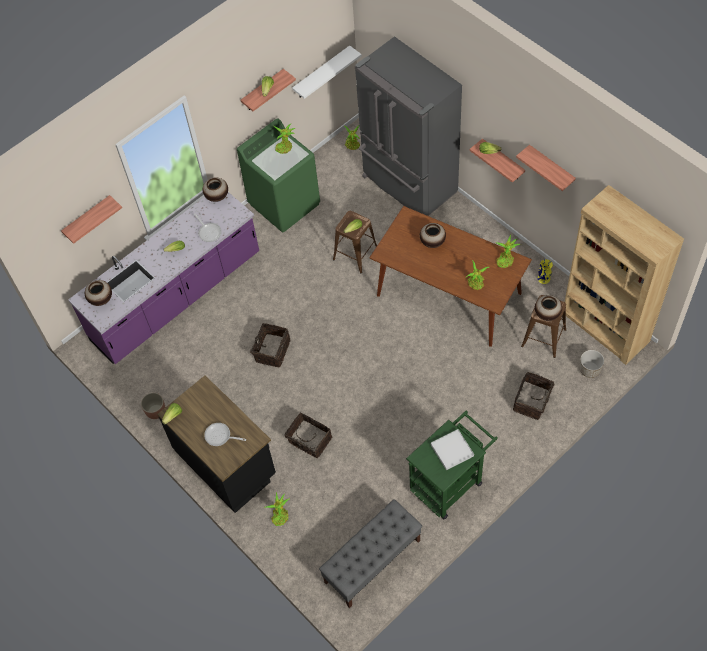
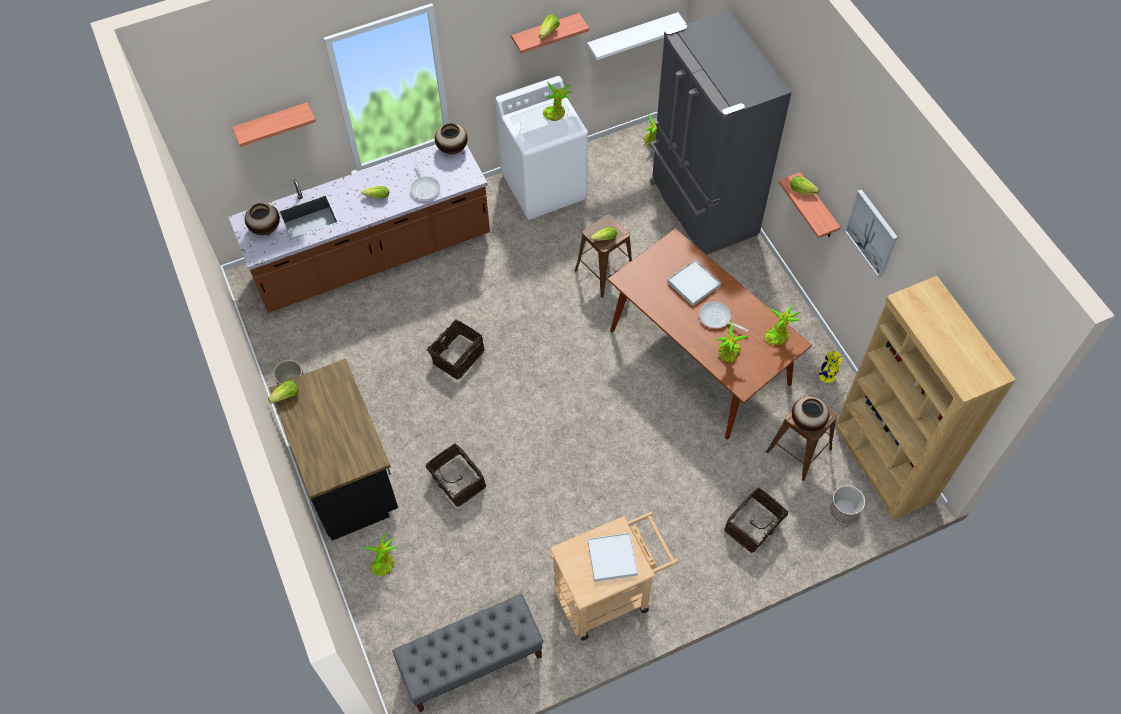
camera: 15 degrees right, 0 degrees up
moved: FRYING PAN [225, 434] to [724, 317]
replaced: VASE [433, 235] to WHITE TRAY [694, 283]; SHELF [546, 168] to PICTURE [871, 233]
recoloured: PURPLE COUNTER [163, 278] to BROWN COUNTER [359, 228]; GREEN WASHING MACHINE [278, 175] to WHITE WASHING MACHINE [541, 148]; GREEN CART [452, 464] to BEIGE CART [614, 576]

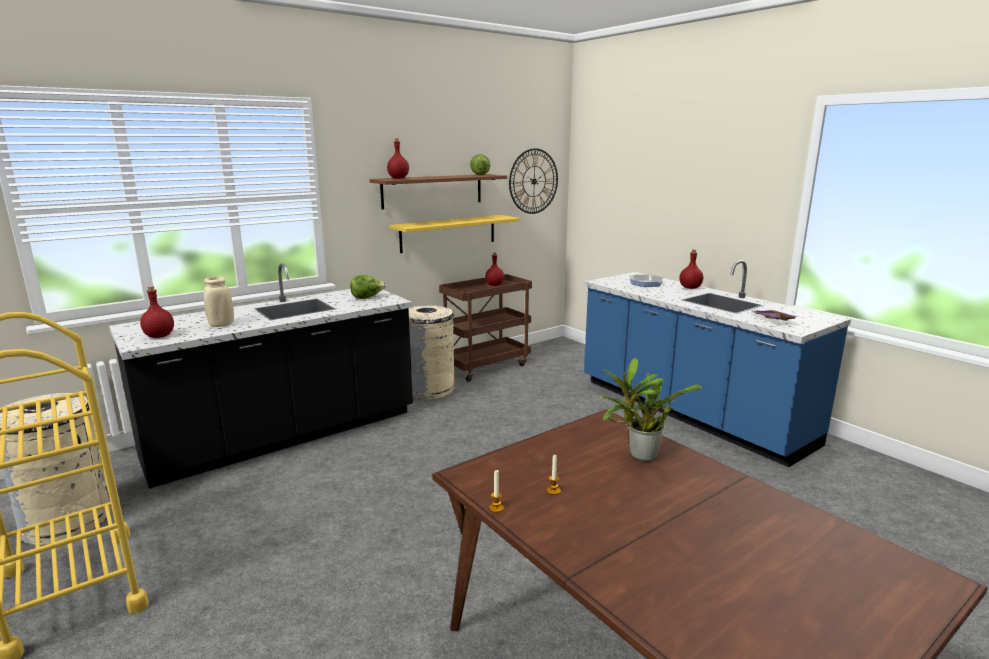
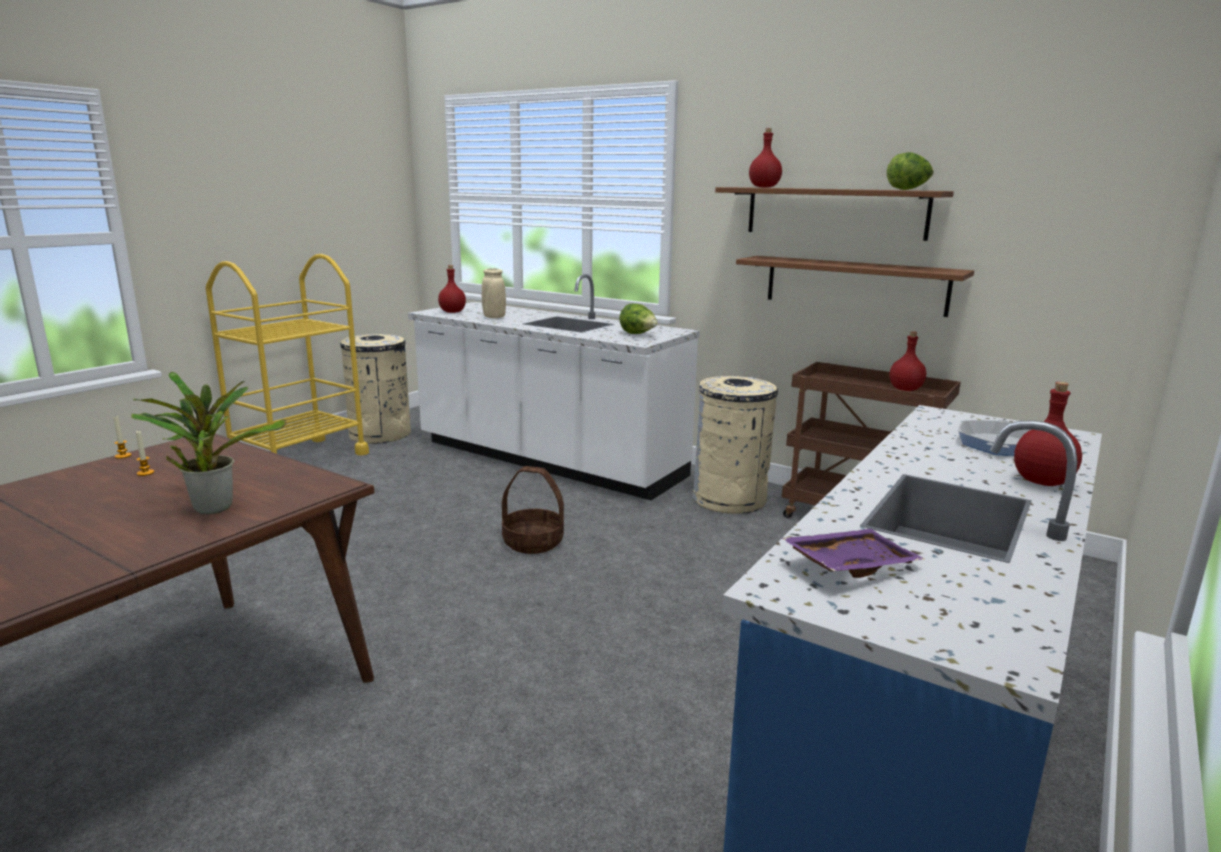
camera: 70 degrees right, 0 degrees up
removed: WALL CLOCK [533, 181]
added: BASKET [533, 510]
recoloured: BLACK COUNTER [261, 376] to WHITE COUNTER [554, 387]; YELLOW SHELF [454, 234] to BROWN SHELF [855, 286]

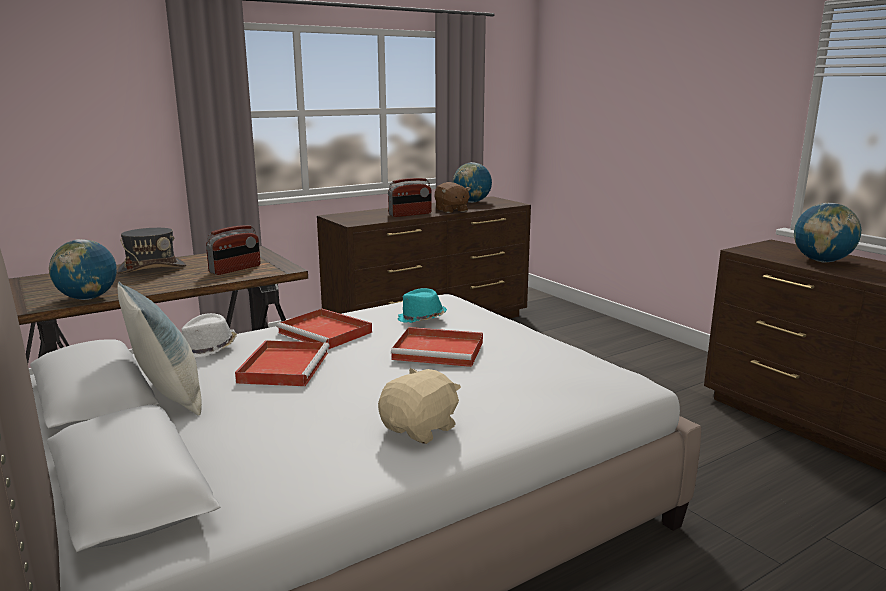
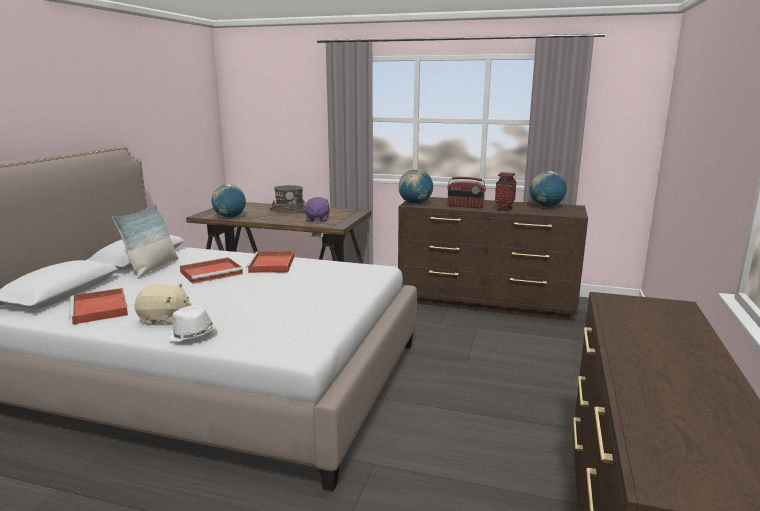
camera: 50 degrees right, 0 degrees up
removed: TURQUOISE HAT [422, 305]
moved: WHITE HAT [209, 335] to [192, 323]; RED TRAY [437, 347] to [98, 306]; GLOBE [827, 232] to [415, 186]
replaced: RADIO [233, 250] to PURPLE PLUSH TOY [316, 209]; BROWN PLUSH TOY [452, 197] to VASE [505, 191]

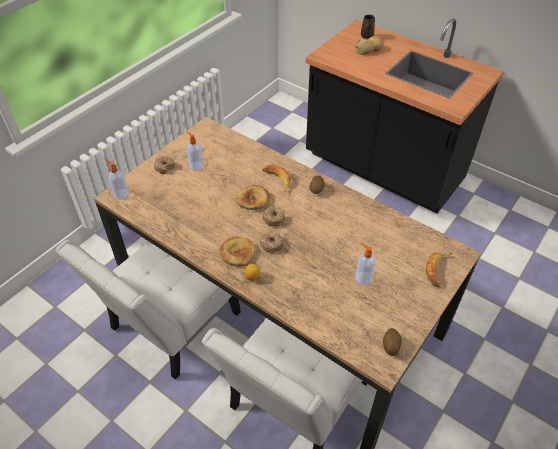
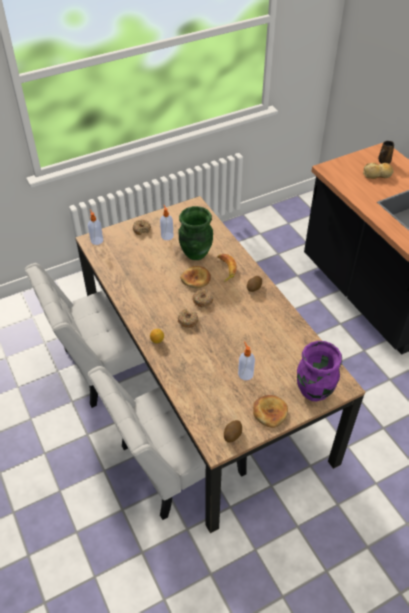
camera: 25 degrees right, 0 degrees up
added: GREEN VASE [196, 233]
moved: BREAD [237, 252] to [270, 411]
replaced: BANANA [439, 270] to PURPLE VASE [319, 371]

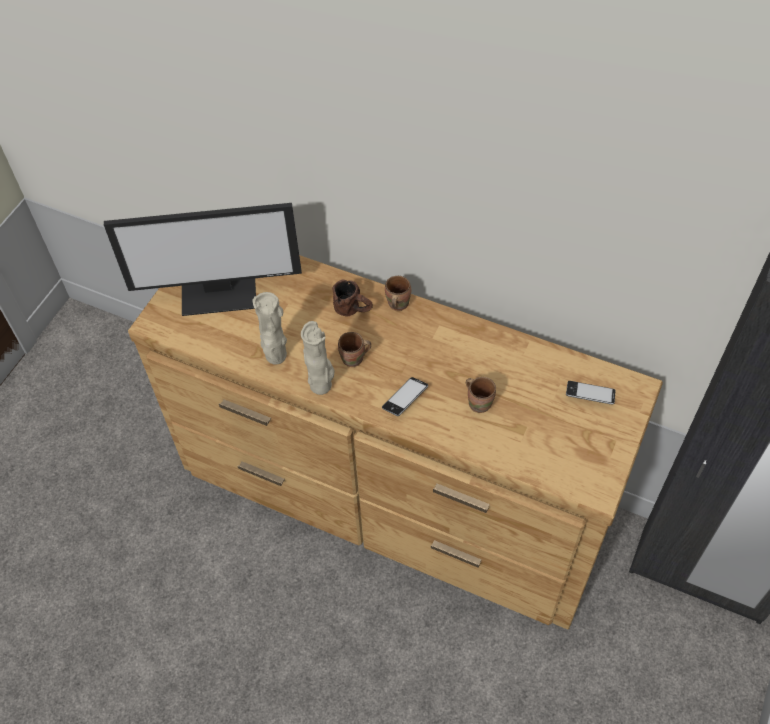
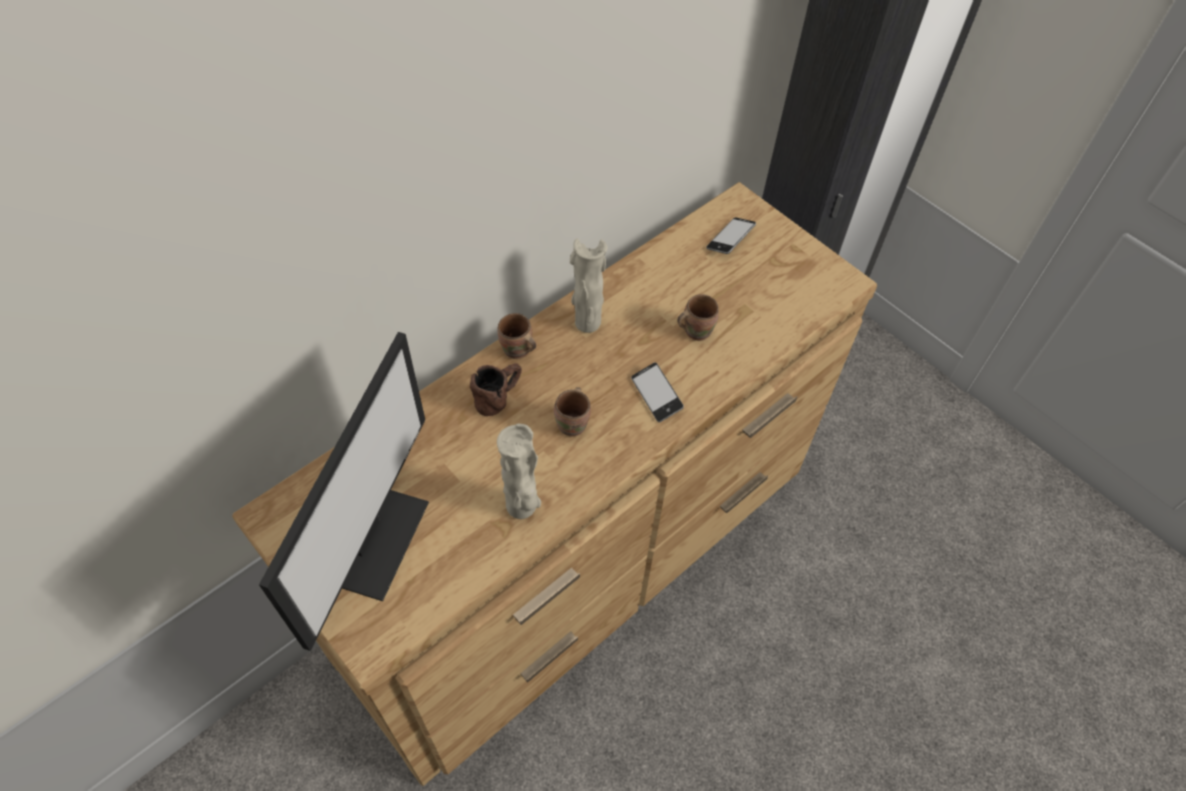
camera: 70 degrees left, 0 degrees up
moved: BEIGE VASE [317, 358] to [589, 285]

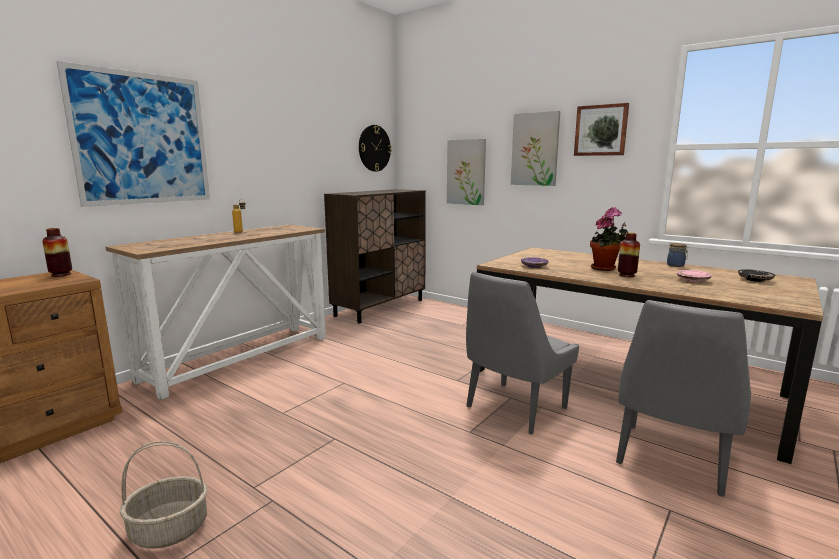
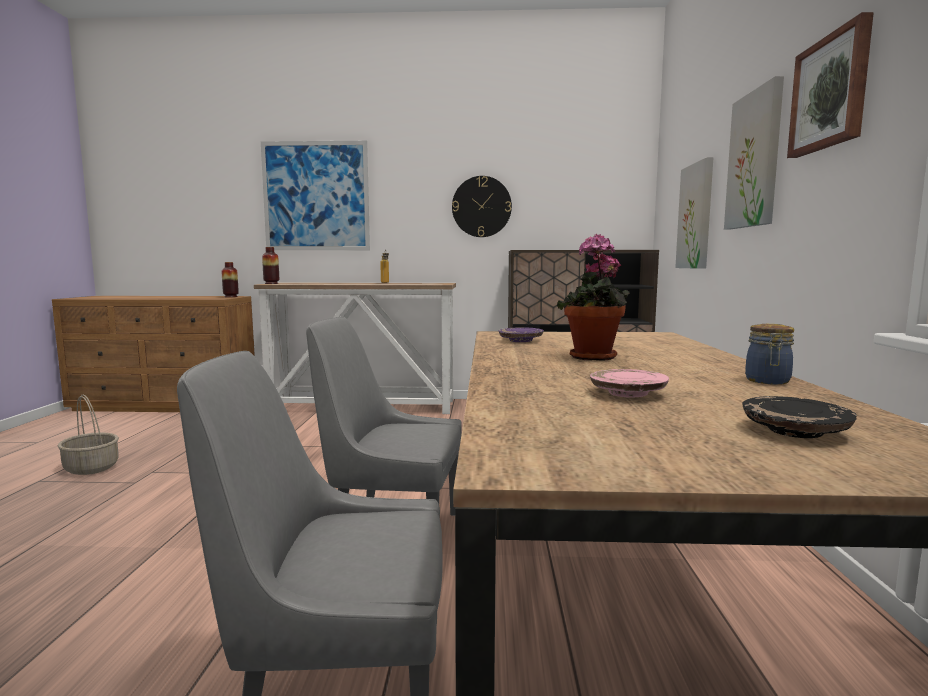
camera: 55 degrees right, 5 degrees down
moved: WALL CLOCK [375, 148] to [482, 206]; VASE [629, 255] to [270, 265]

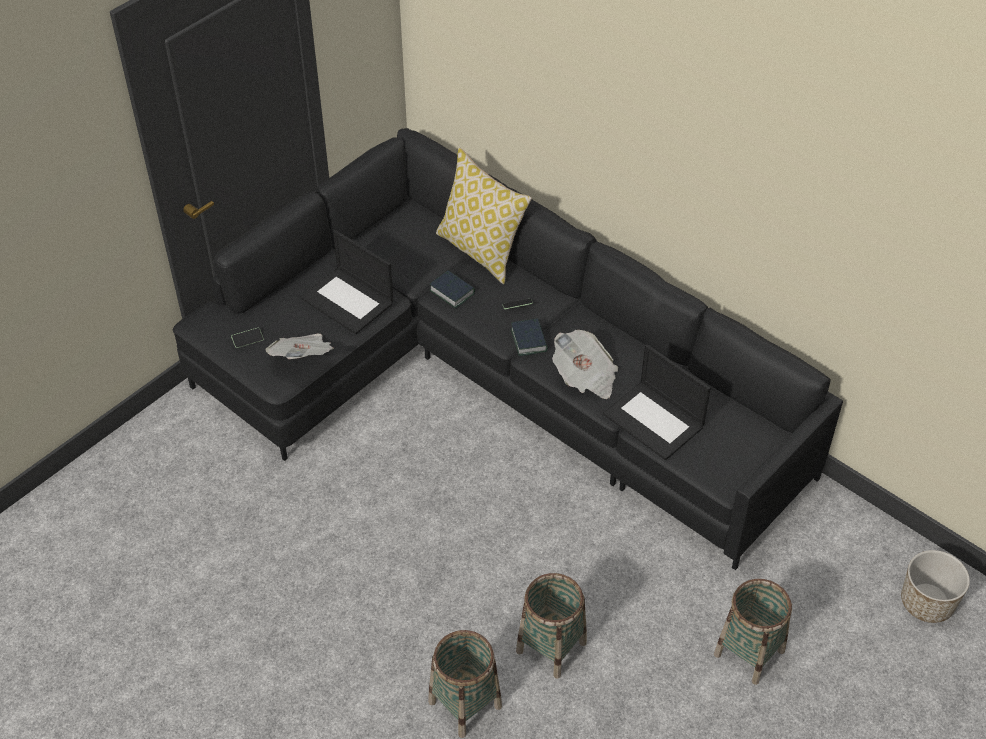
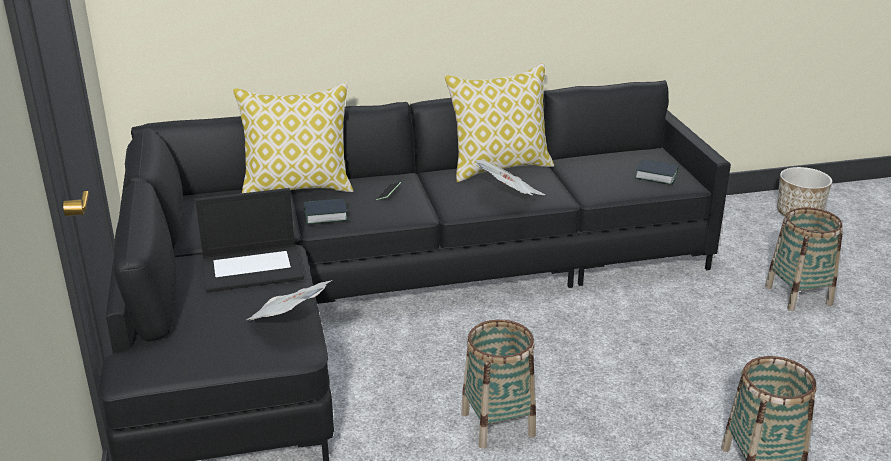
camera: 55 degrees left, 20 degrees down
removed: PHONE [247, 338]; LAPTOP [657, 402]
added: PILLOW [499, 122]
moved: BOOK [529, 337] to [657, 172]; BASKET [551, 626] to [498, 384]

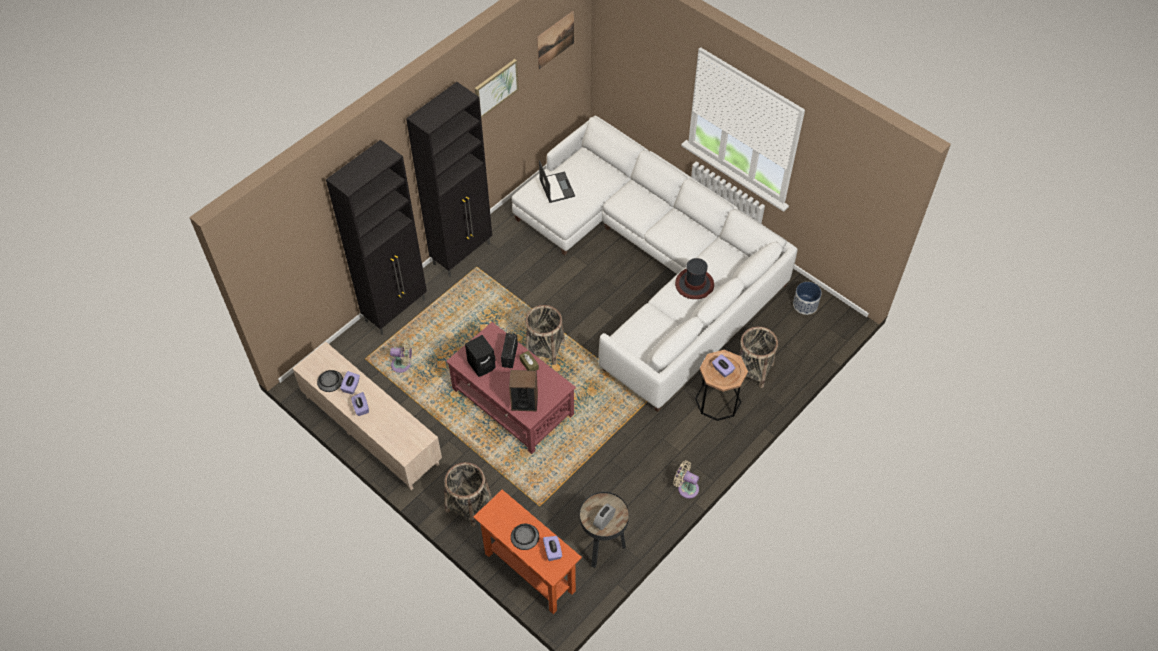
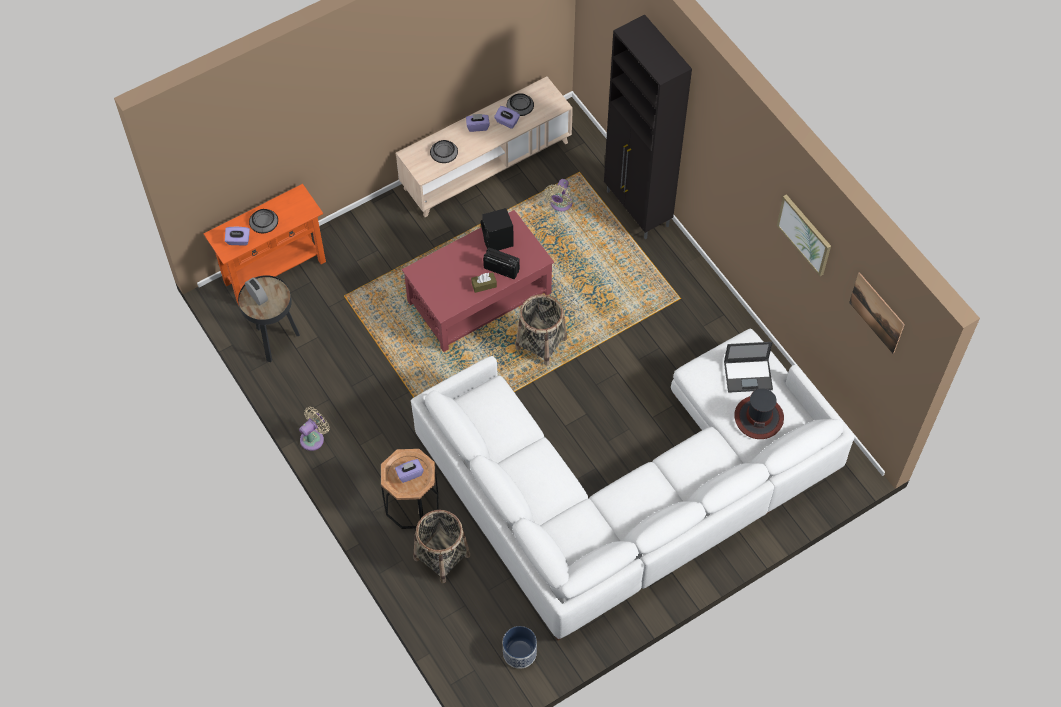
camera: 105 degrees right, 5 degrees up
removed: BLACK CABINET [449, 179]; BASKET [468, 494]; SPEAKER [523, 390]
added: BOWL [444, 151]
moved: HAT [694, 278] to [759, 413]

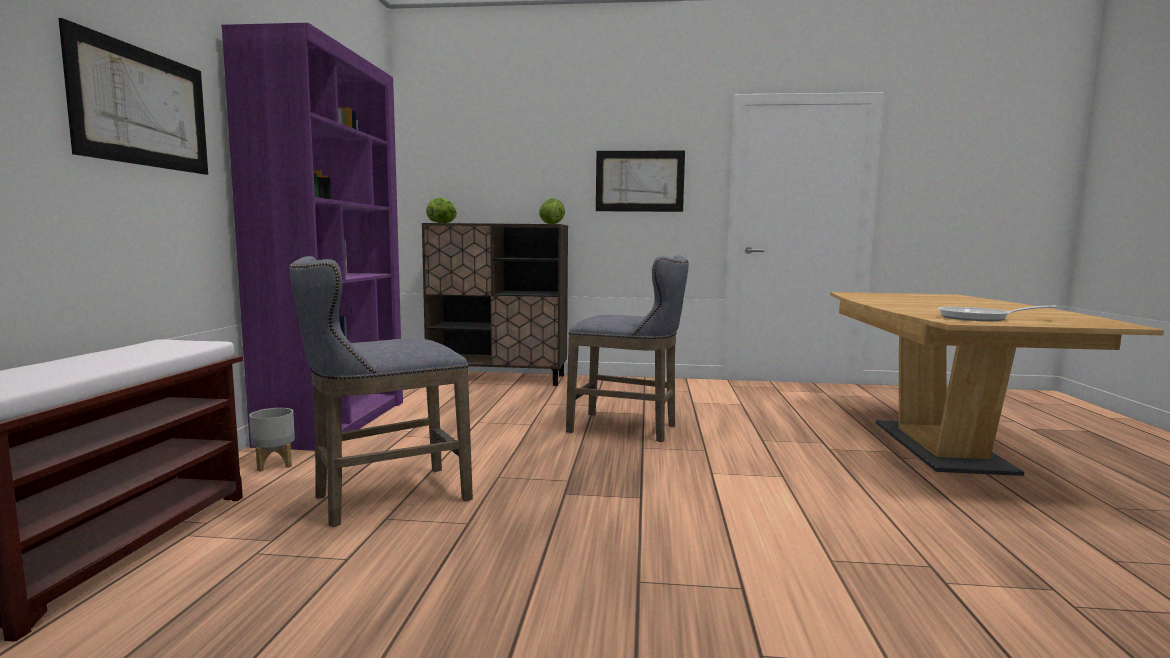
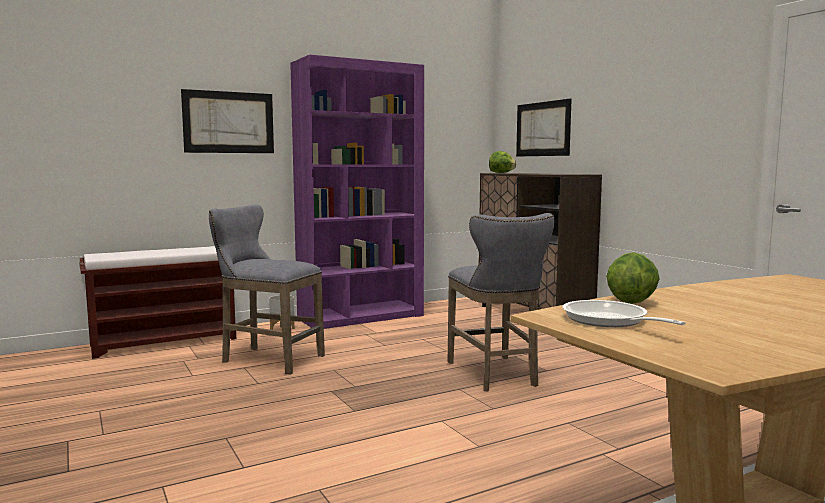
camera: 55 degrees right, 0 degrees up
moved: LETTUCE [552, 211] to [633, 278]; PICTURE [640, 181] to [544, 128]

